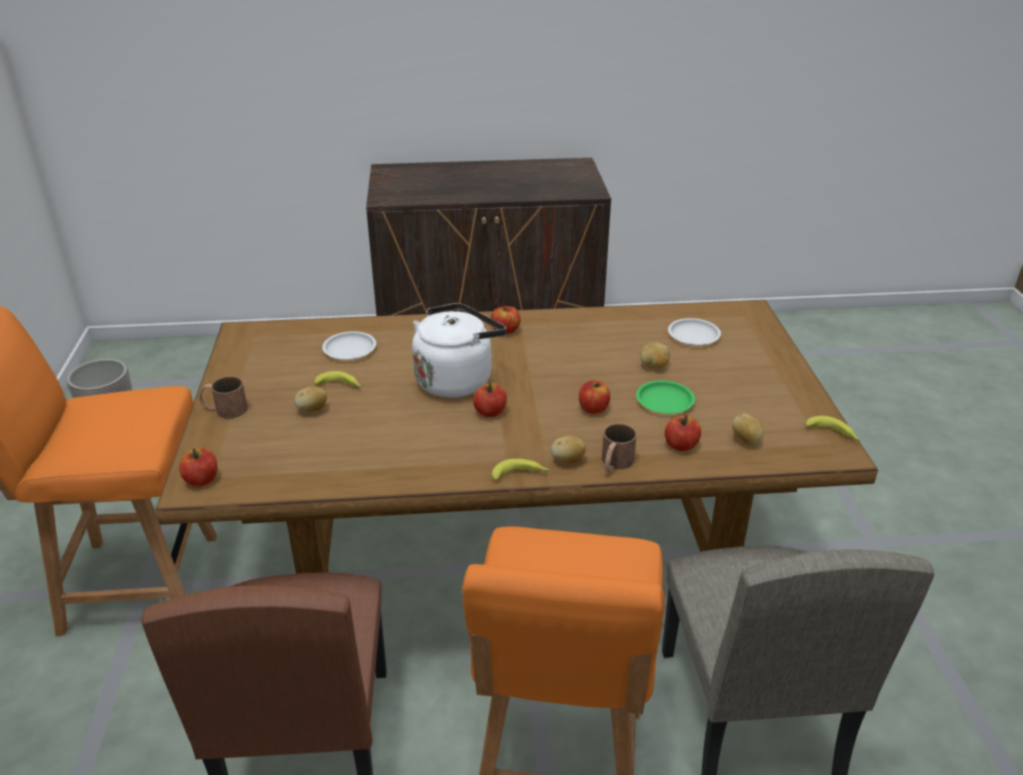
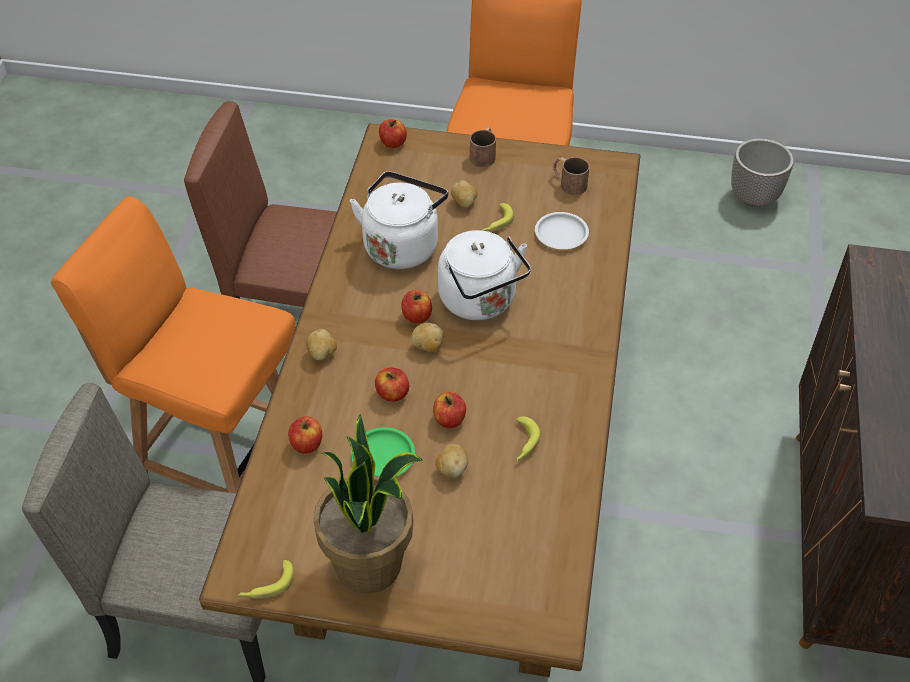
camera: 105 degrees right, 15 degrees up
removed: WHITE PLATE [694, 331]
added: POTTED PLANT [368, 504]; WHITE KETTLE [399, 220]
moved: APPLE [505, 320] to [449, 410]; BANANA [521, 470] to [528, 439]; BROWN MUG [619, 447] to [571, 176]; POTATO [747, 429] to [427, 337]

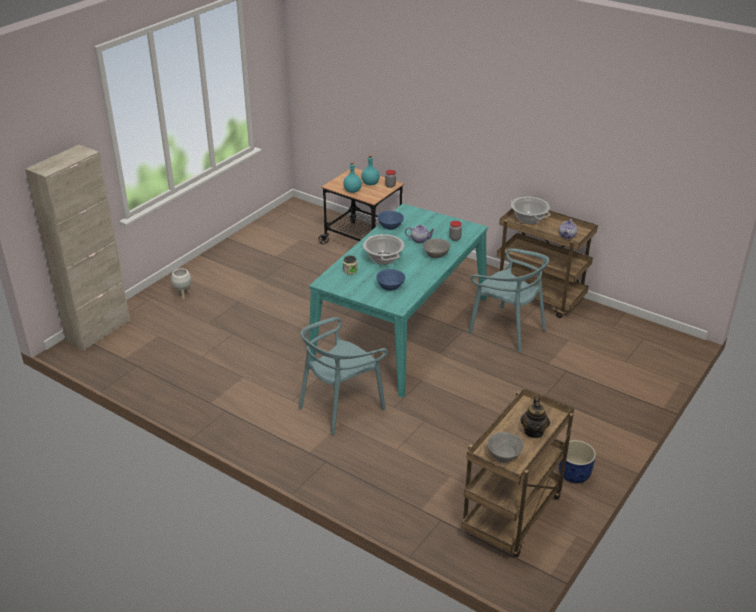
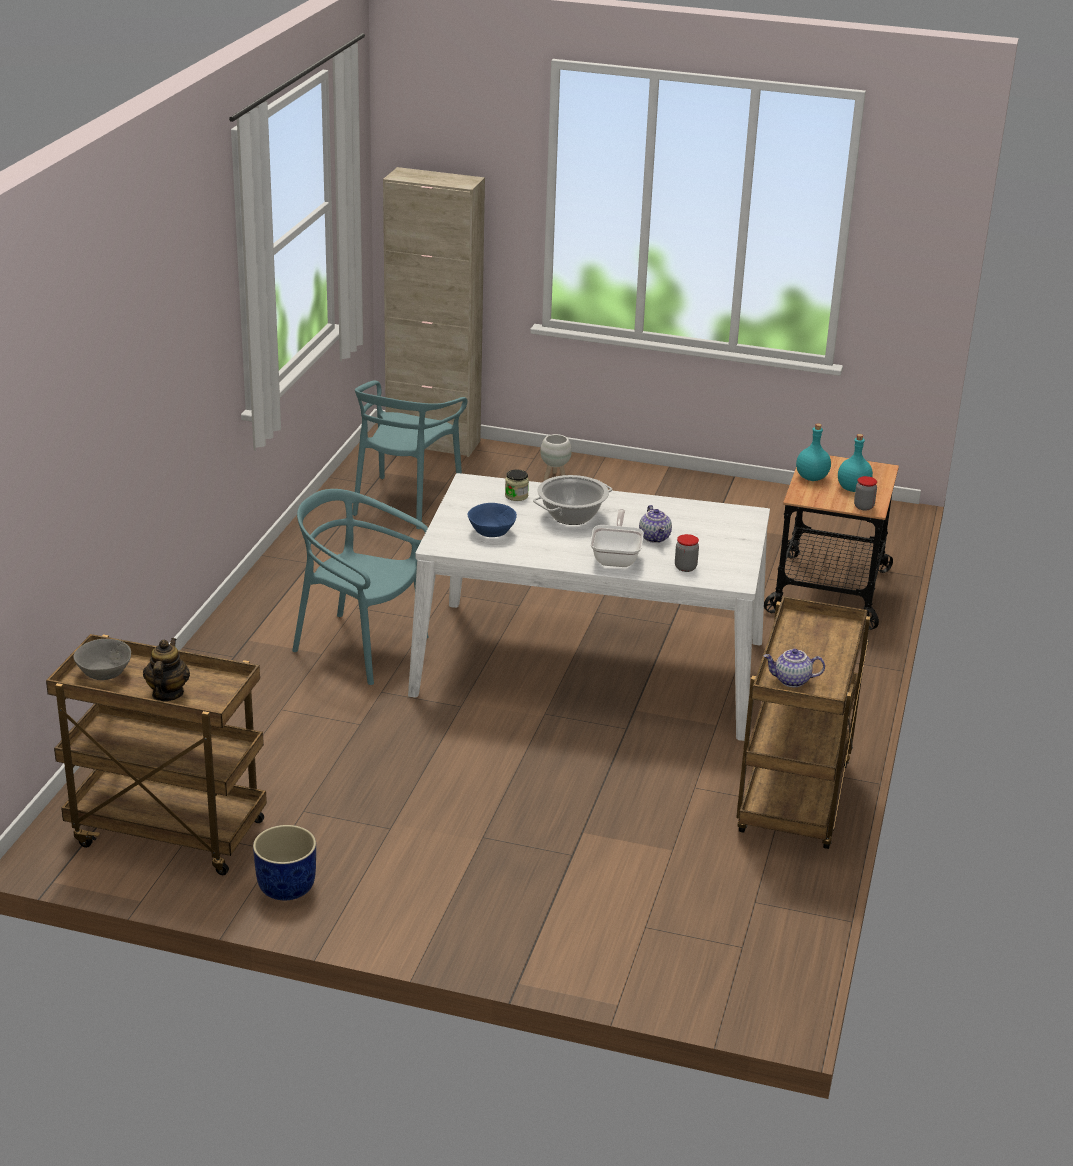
camera: 70 degrees right, 5 degrees down
removed: BLUE BOWL [391, 220]; COOKING POT [530, 210]
moved: TURQUOISE CHAIR [508, 300] to [409, 455]
replaced: GREY BOWL [436, 248] to FRYING PAN [617, 538]
recoloured: TURQUOISE DINING TABLE [398, 301] to WHITE DINING TABLE [589, 607]
turned: TEAPOT [535, 417] = [166, 669] 105 degrees clockwise

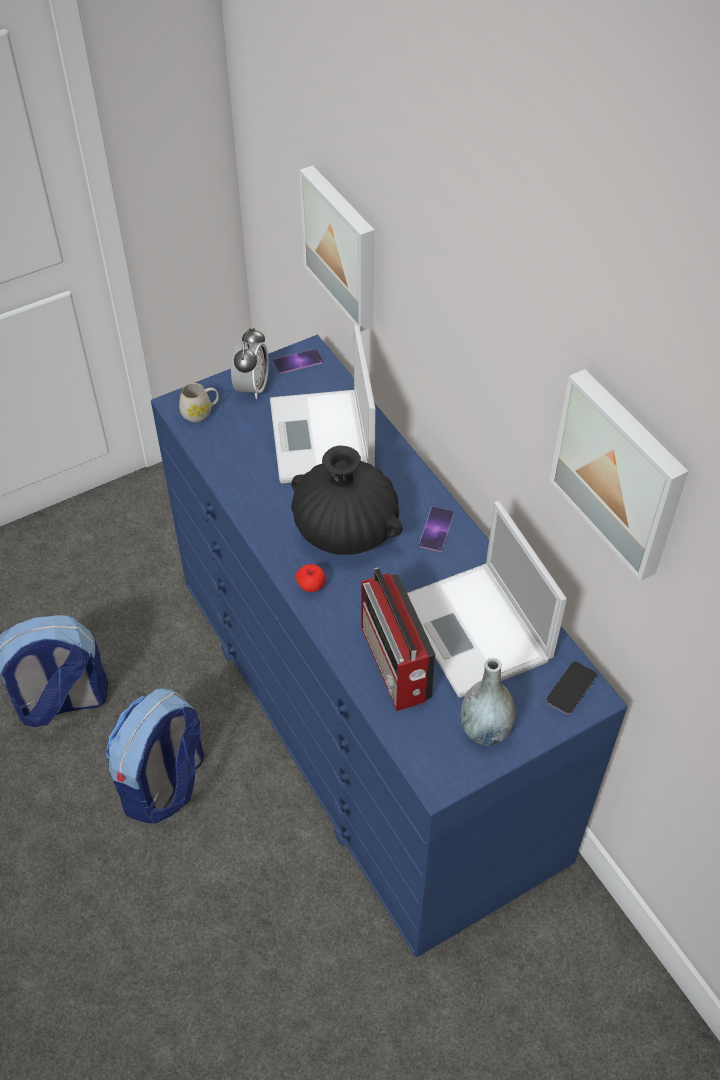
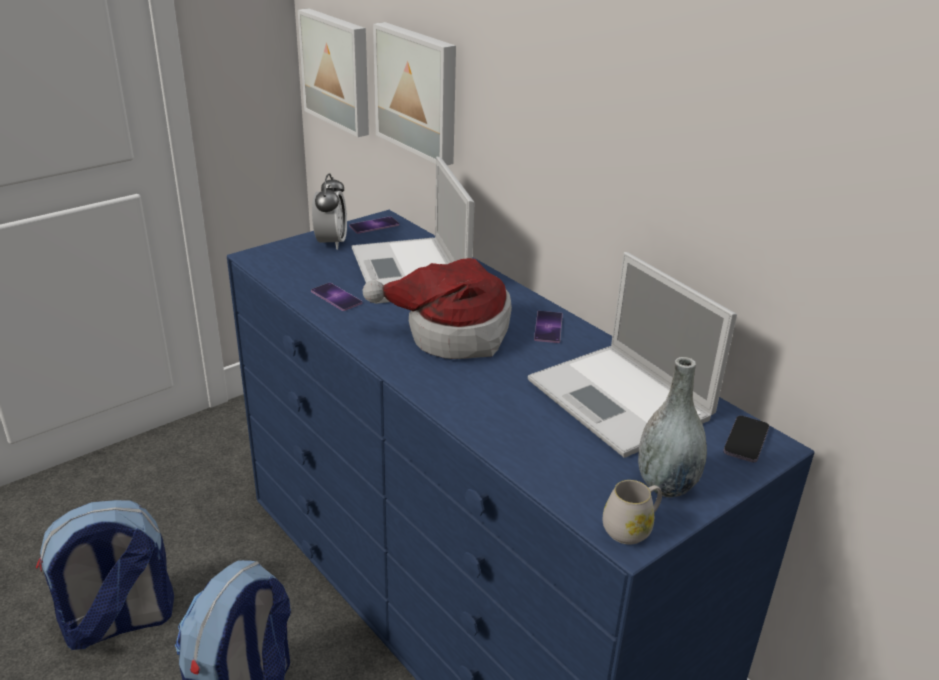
camera: 10 degrees left, 20 degrees down
removed: APPLE [310, 578]; RADIO [398, 639]
added: PHONE [336, 297]
moved: WHITE MUG [199, 402] to [632, 512]; PICTURE [619, 475] to [333, 72]
replaced: BLACK VASE [347, 500] to HAT [437, 308]

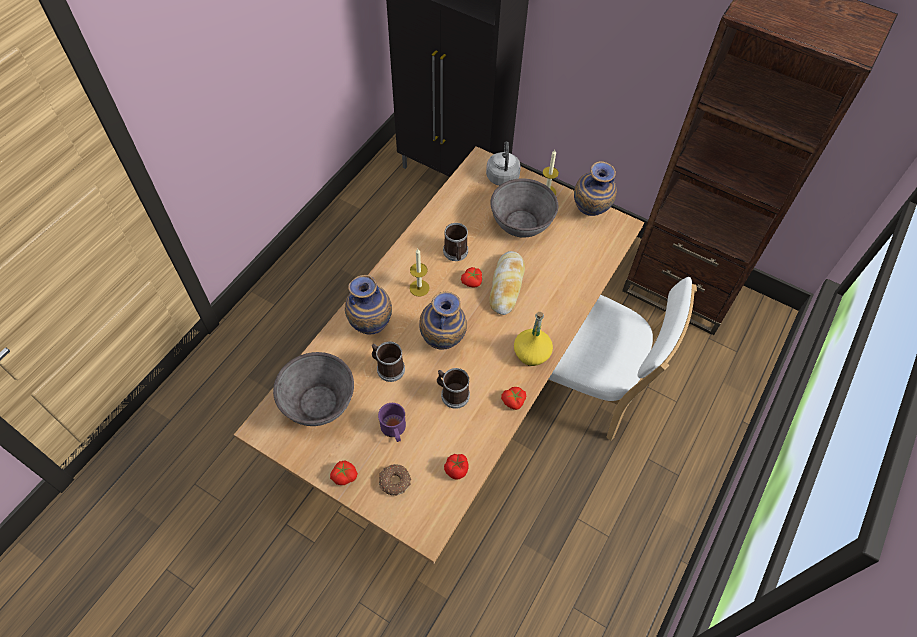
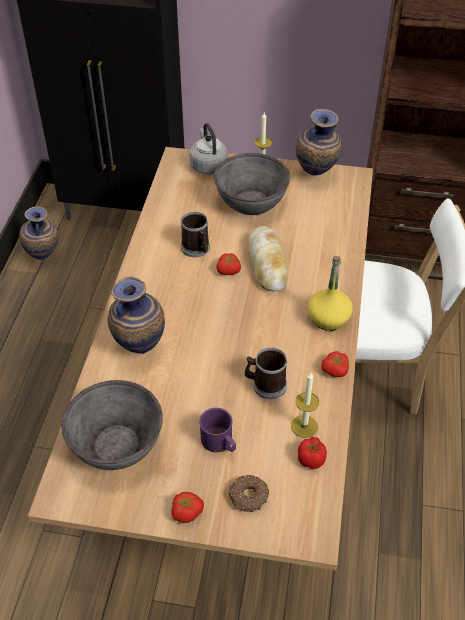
camera: 20 degrees left, 10 degrees down
removed: MUG [388, 362]
moved: CANDLE [420, 273] to [305, 405]; VASE [443, 320] to [38, 233]

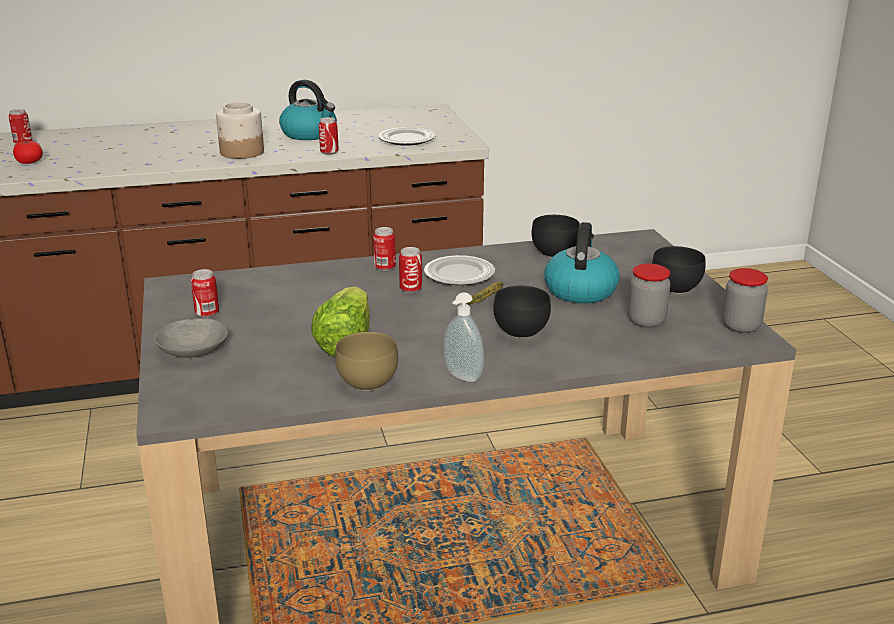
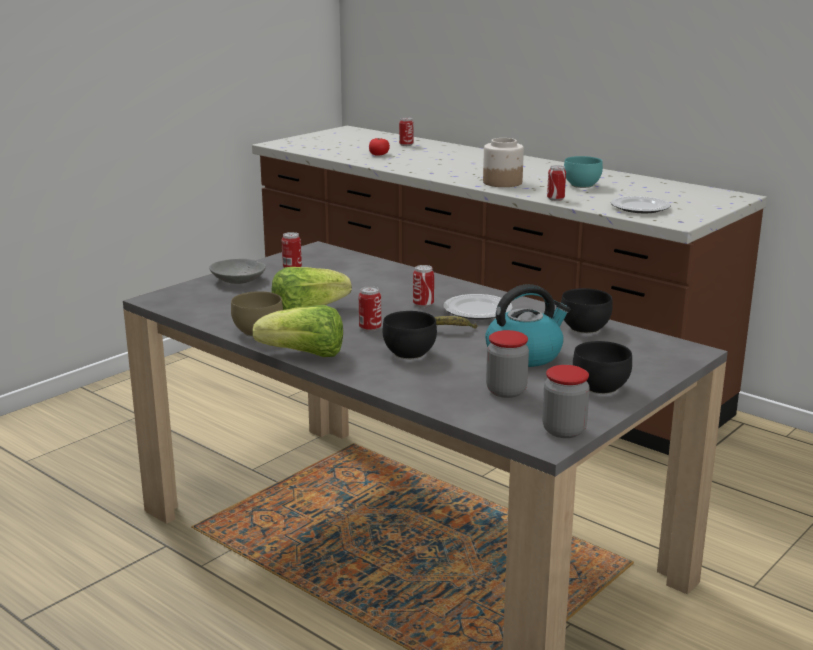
camera: 55 degrees right, 5 degrees down
moved: CAN [384, 249] to [370, 308]
replaced: KETTLE [308, 110] to TURQUOISE BOWL [583, 172]; SOAP DISPENSER [463, 337] to LETTUCE [298, 331]

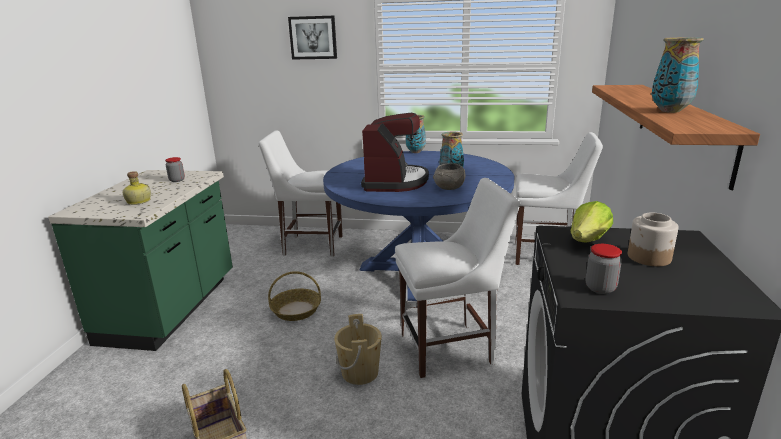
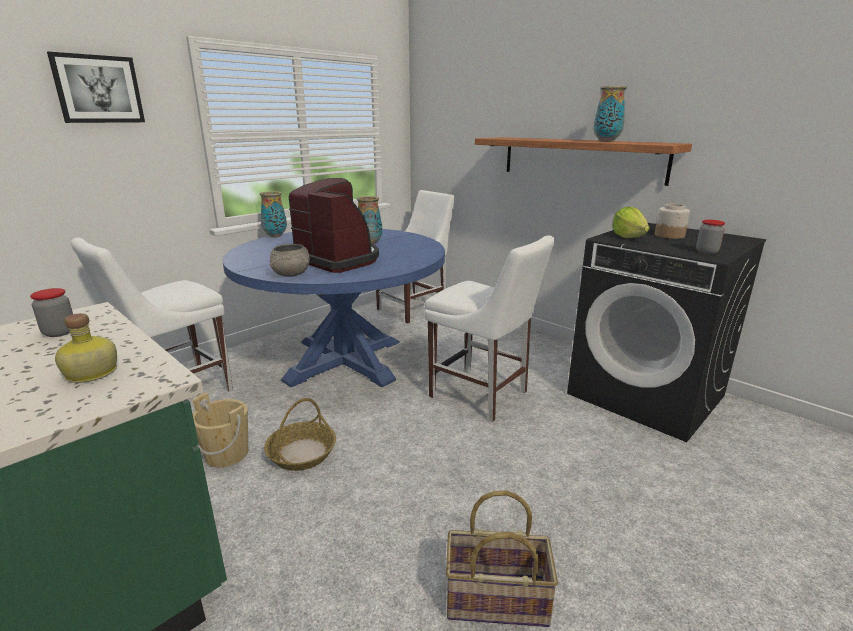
camera: 55 degrees left, 0 degrees up
moved: BEIGE BUCKET [358, 349] to [220, 430]; GREY BOWL [449, 176] to [290, 260]
turned: WHITE CHAIR [457, 278] = [489, 328] 105 degrees clockwise

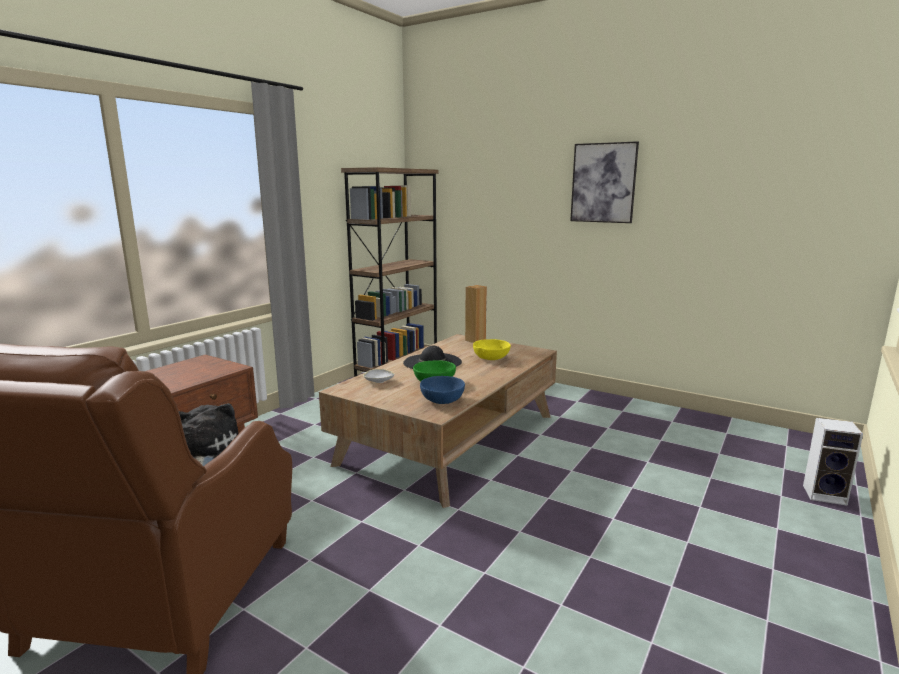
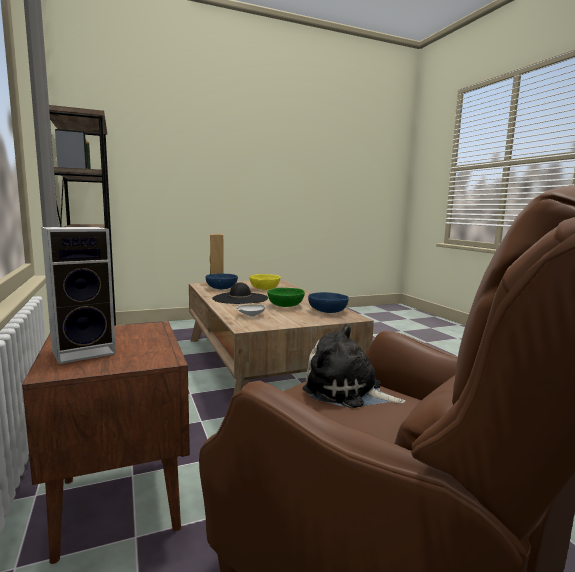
camera: 55 degrees left, 5 degrees down
removed: PICTURE [604, 182]
added: BLUE BOWL [222, 281]
moved: SPEAKER [833, 462] to [78, 295]

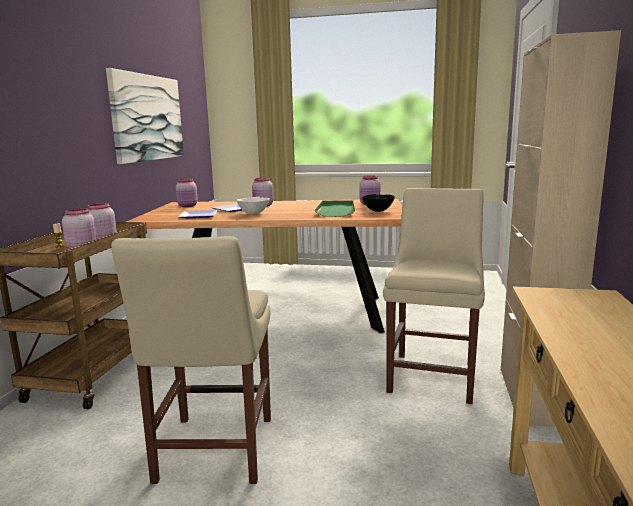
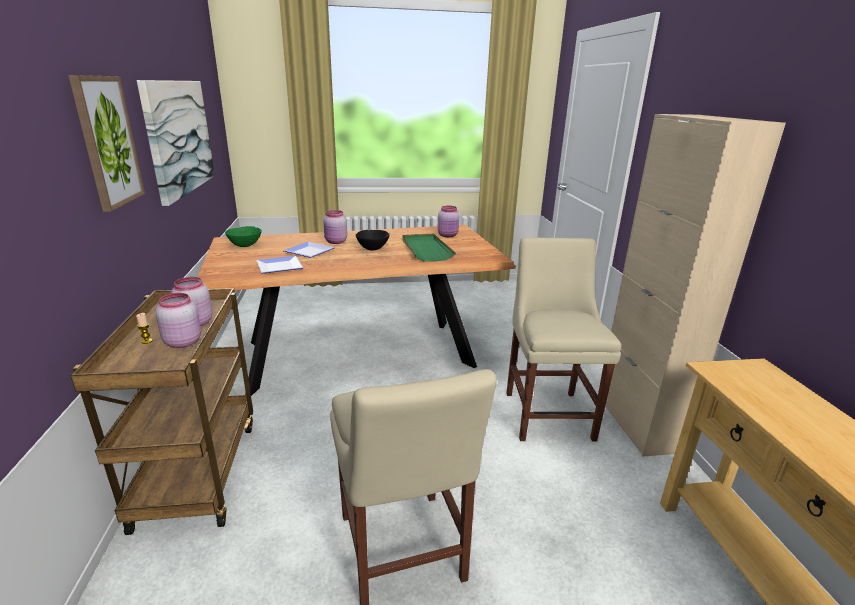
camera: 20 degrees left, 10 degrees up
removed: WHITE BOWL [253, 205]
added: PICTURE [106, 143]
moved: BLACK BOWL [378, 203] to [372, 240]
replaced: PINK JAR [187, 193] to GREEN BOWL [243, 236]

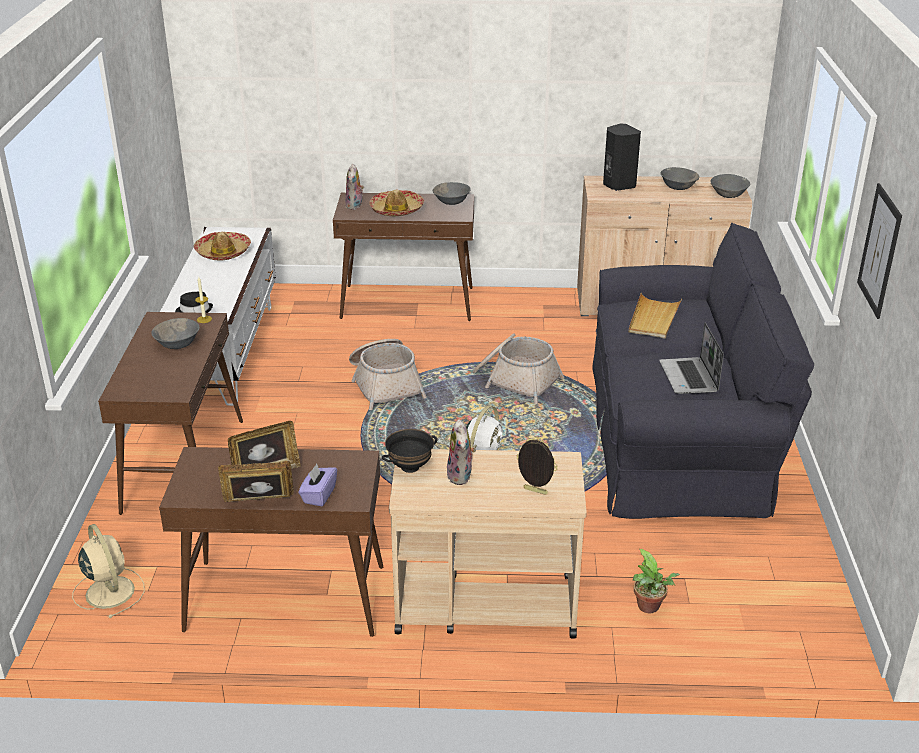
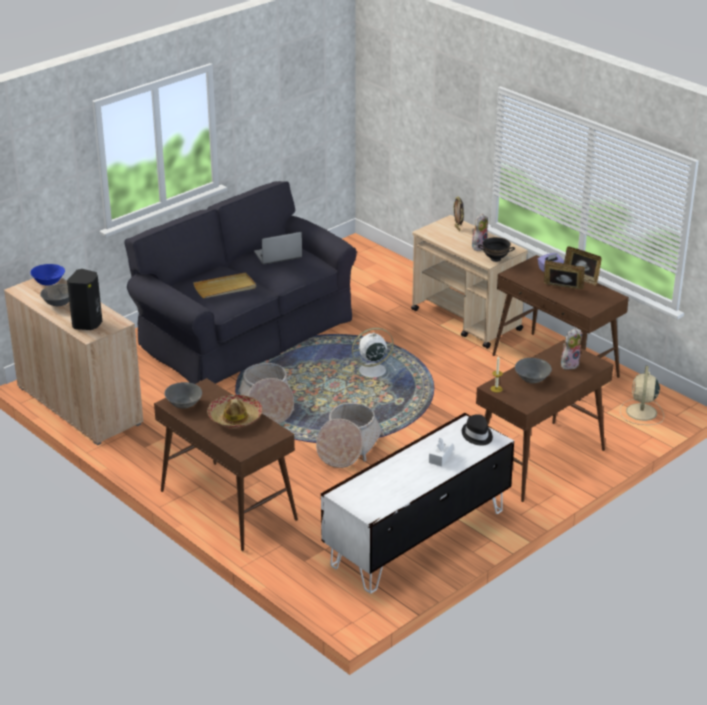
camera: 135 degrees left, 0 degrees up
removed: HAT [222, 246]; POTTED PLANT [656, 581]; PICTURE [879, 251]
added: WHITE TISSUE BOX [441, 452]
moved: PLUSH TOY [354, 187] to [571, 349]
recoloured: GREY BOWL [730, 186] to BLUE BOWL [47, 275]
turned: LAPTOP [691, 358] = [278, 248] 150 degrees counterclockwise

